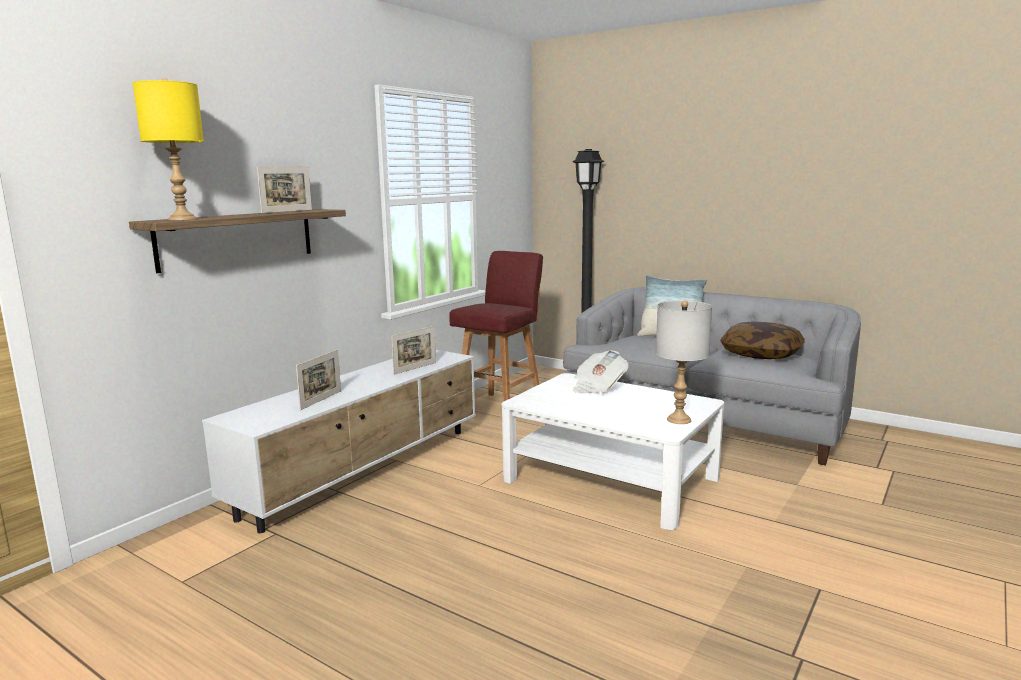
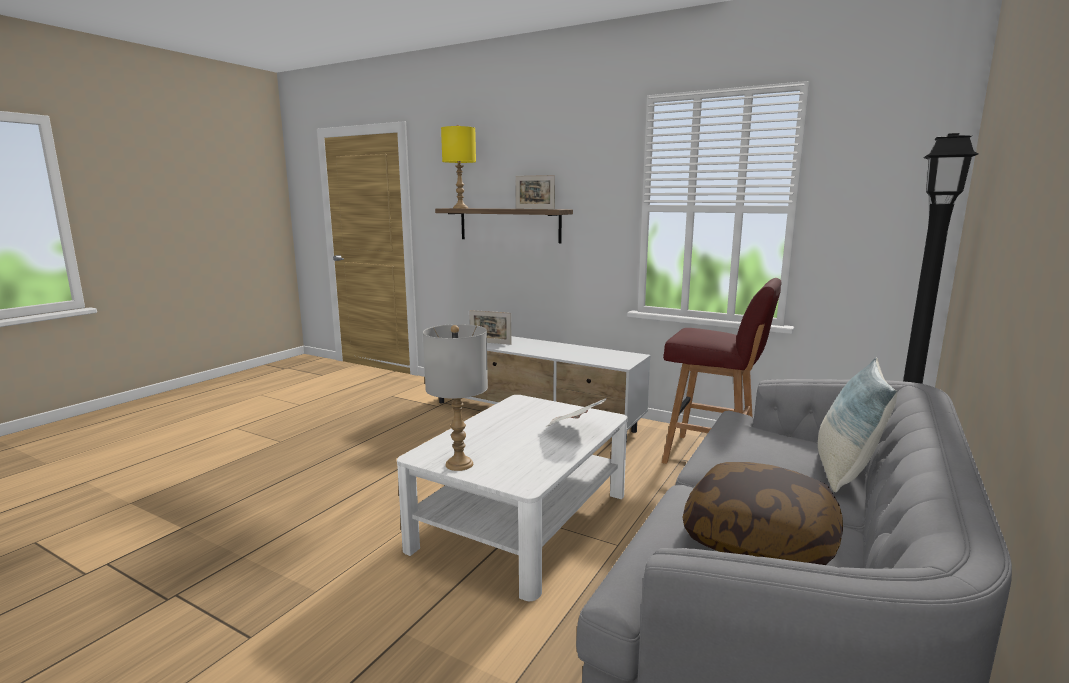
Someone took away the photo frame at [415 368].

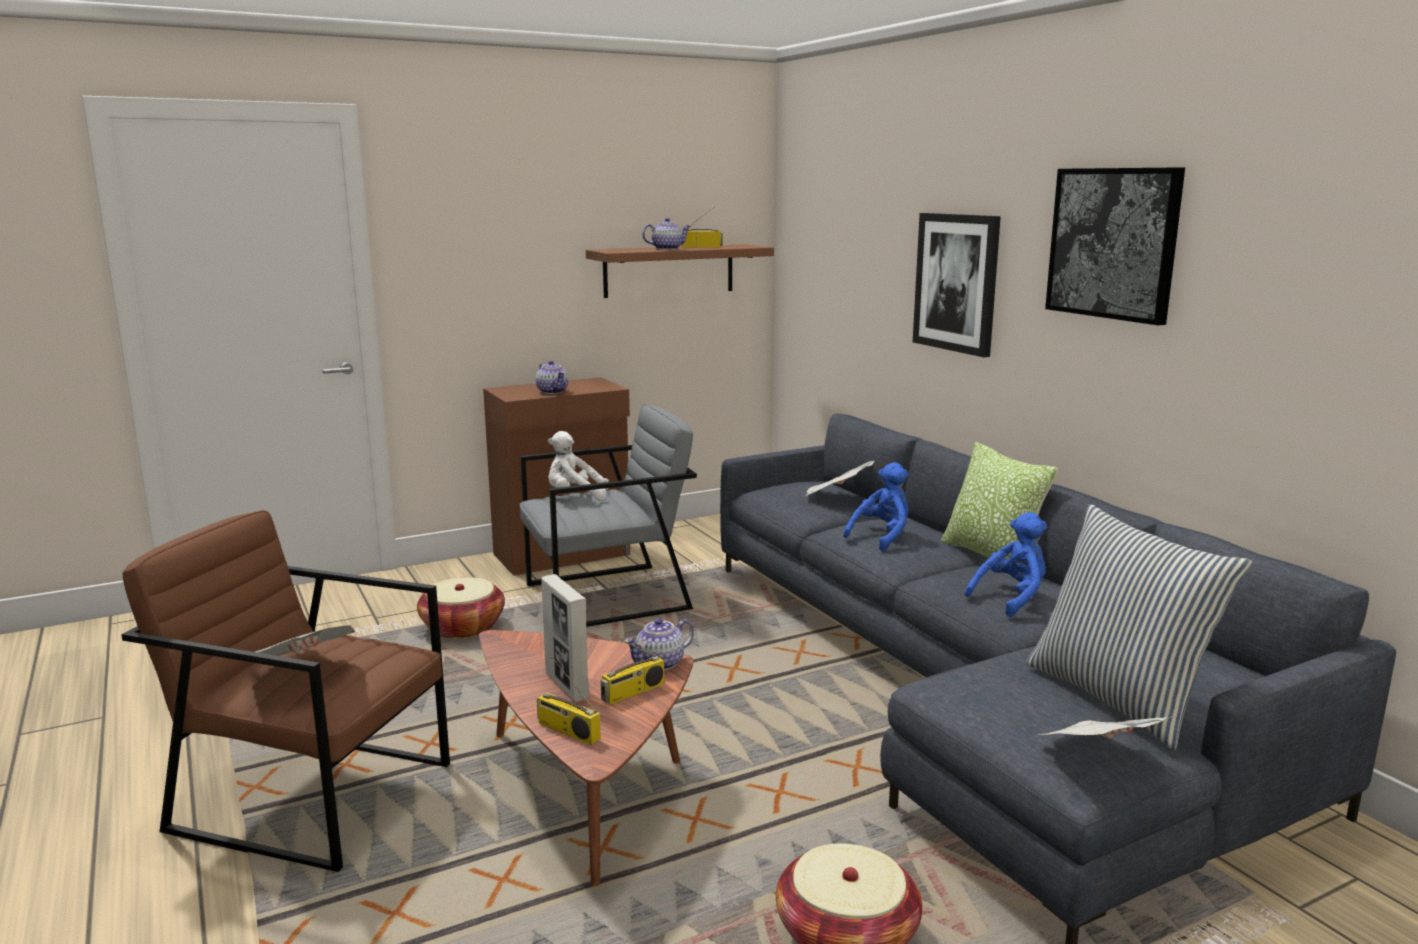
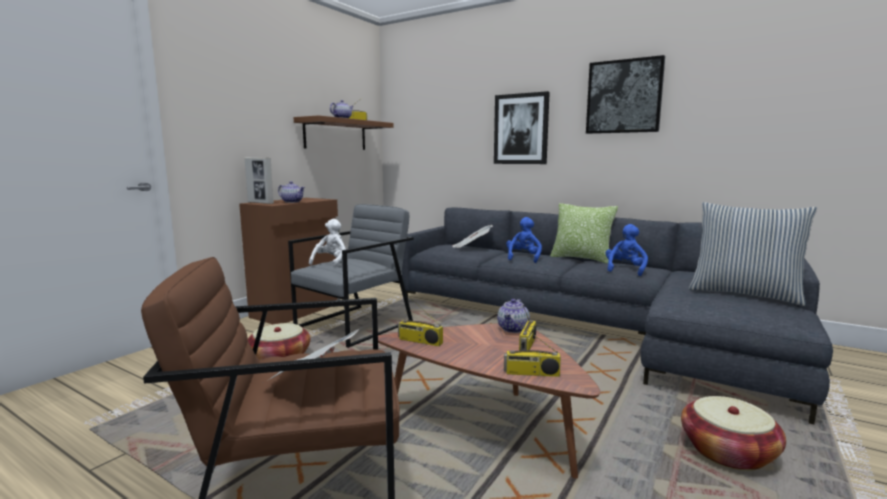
Someone carried the photo frame from [567 686] to [260 203]. Someone rotated the soft toy (whitish) at [575 496] by 135 degrees clockwise. Someone took away the daily paper at [1101 756]. Someone put down the radio set at [419 341].

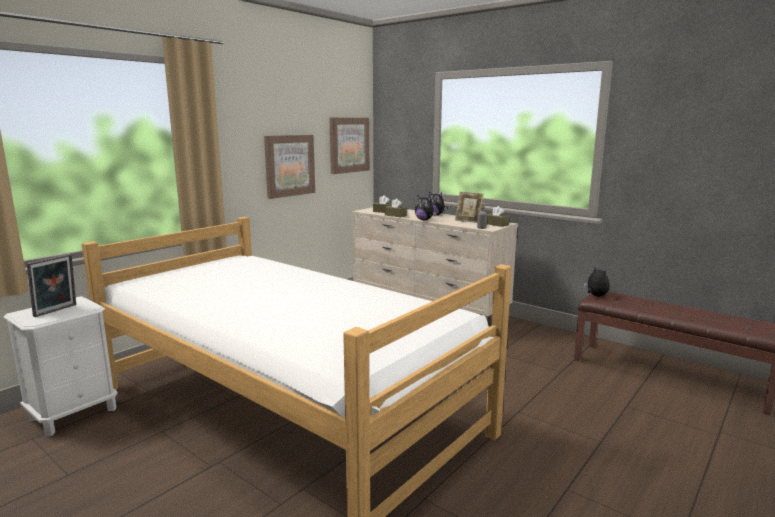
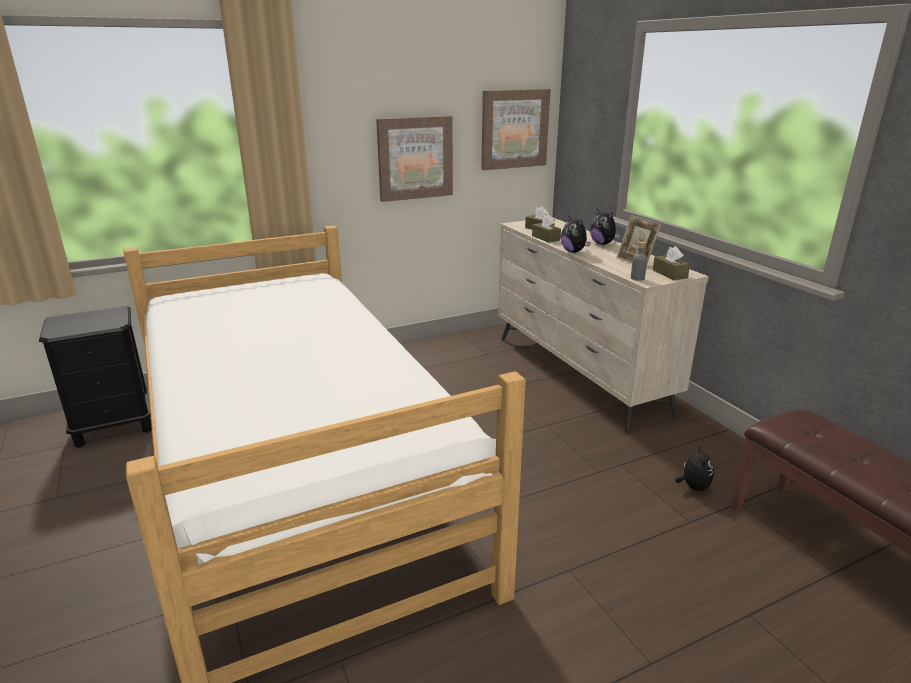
Someone repainted the bedside table (whitish) at [73 413], which became the bedside table (black-coloured) at [115 426]. Someone took away the photo frame at [57 311]. Someone carried the soft toy from [595 296] to [693 487].

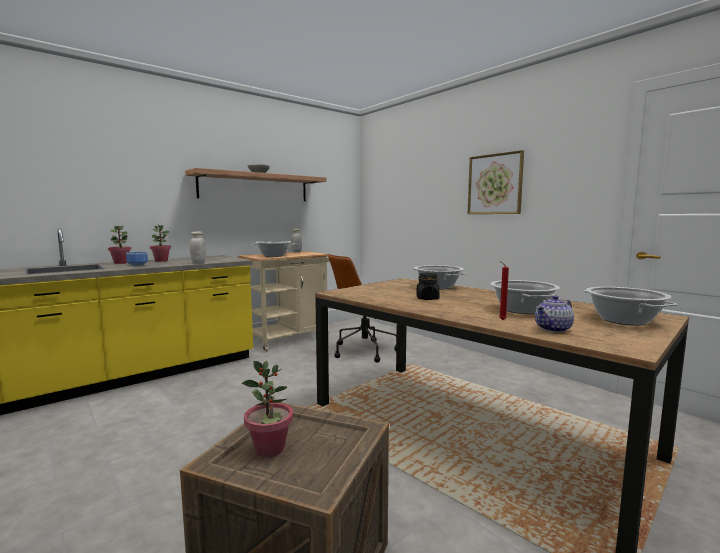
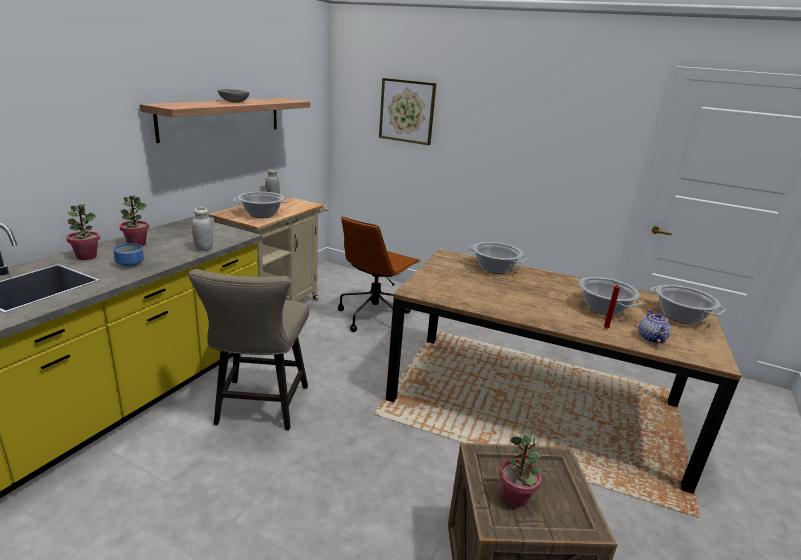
Someone took away the storage jar (black-coloured) at [427 298]. Someone carried the wall art from [495 184] to [407 111]. Someone rotated the pot for tea at [553 329] by 150 degrees clockwise. Someone put down the sitting stool (beige-coloured) at [259 409].

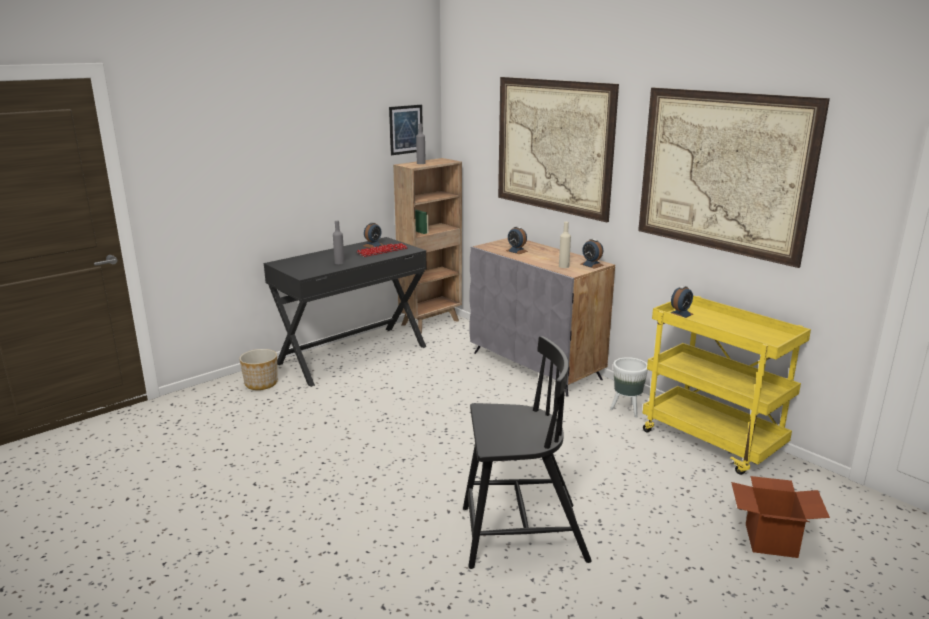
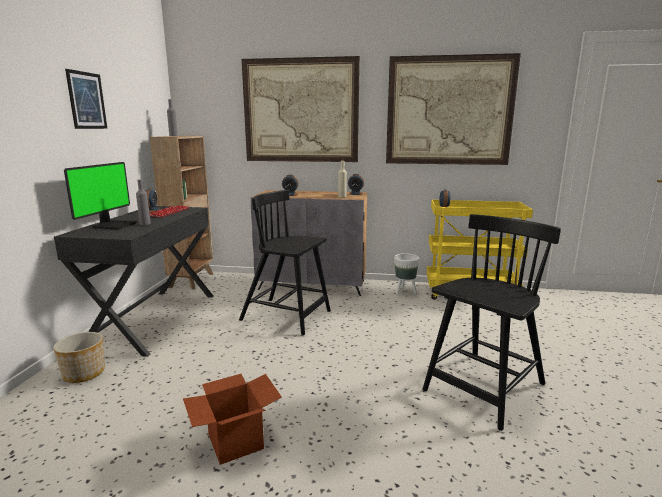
Someone carried the wall art from [406 129] to [87 100]. Someone carried the carton from [771 540] to [236 442]. Someone put down the monitor at [114 225]. Someone put down the chair (black-coloured) at [287 316].

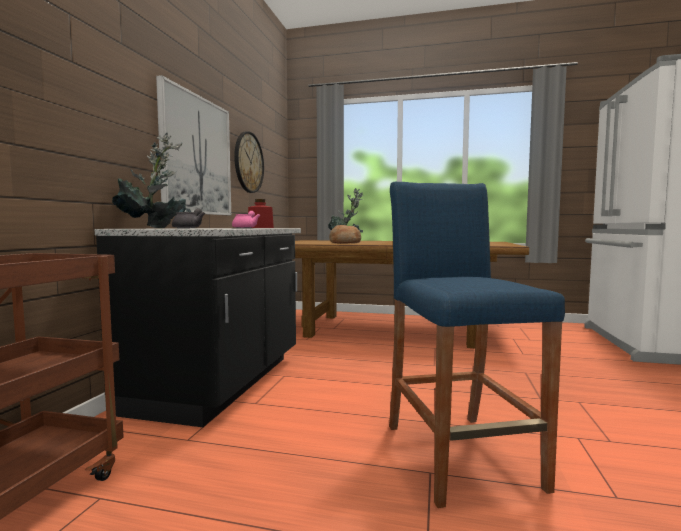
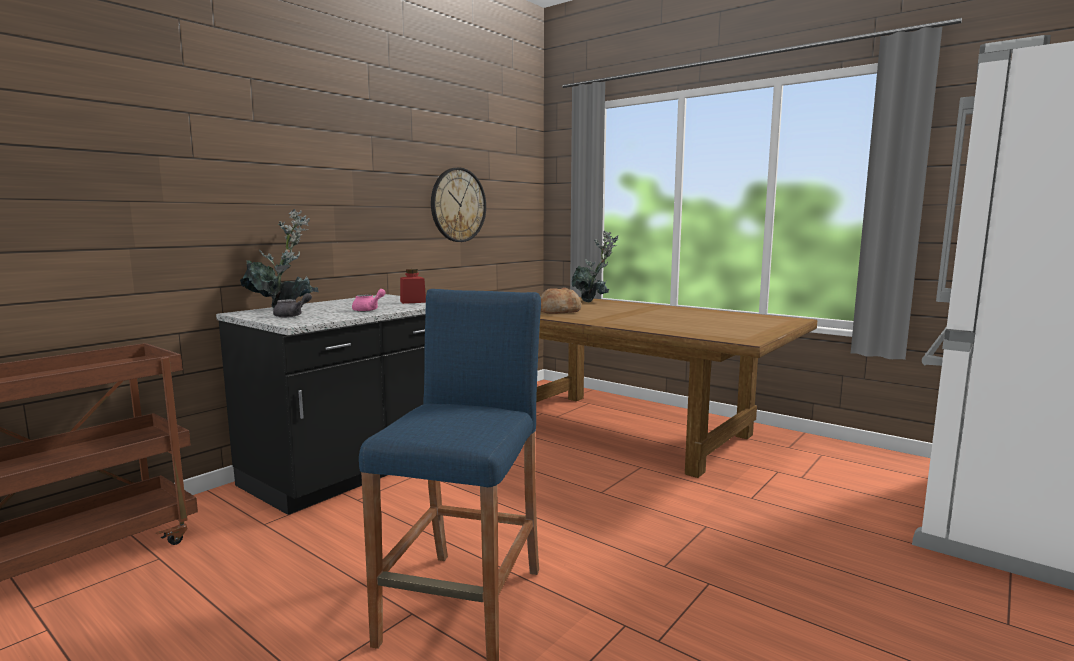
Someone took away the wall art at [196 155].

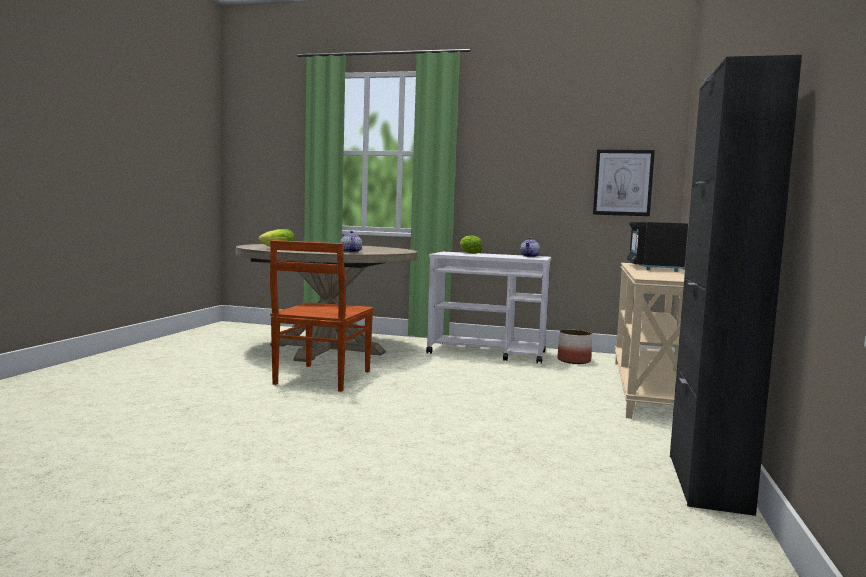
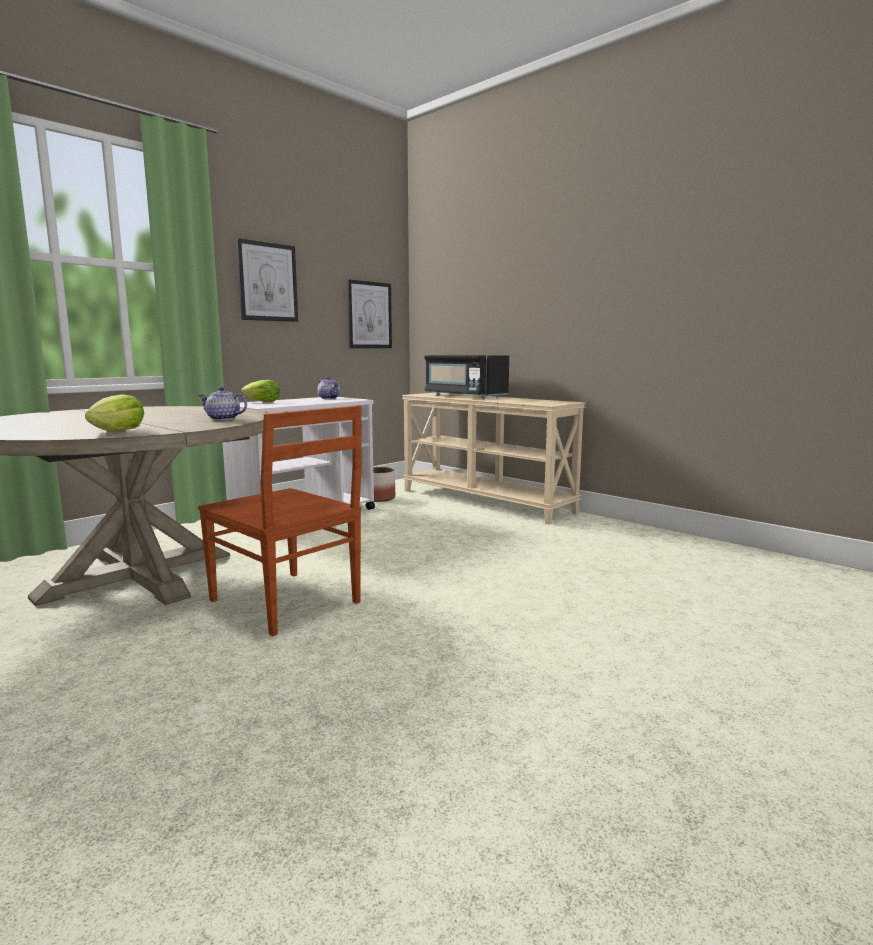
Someone took away the storage cabinet (black-coloured) at [708 482]. Someone put up the wall art at [267 282].

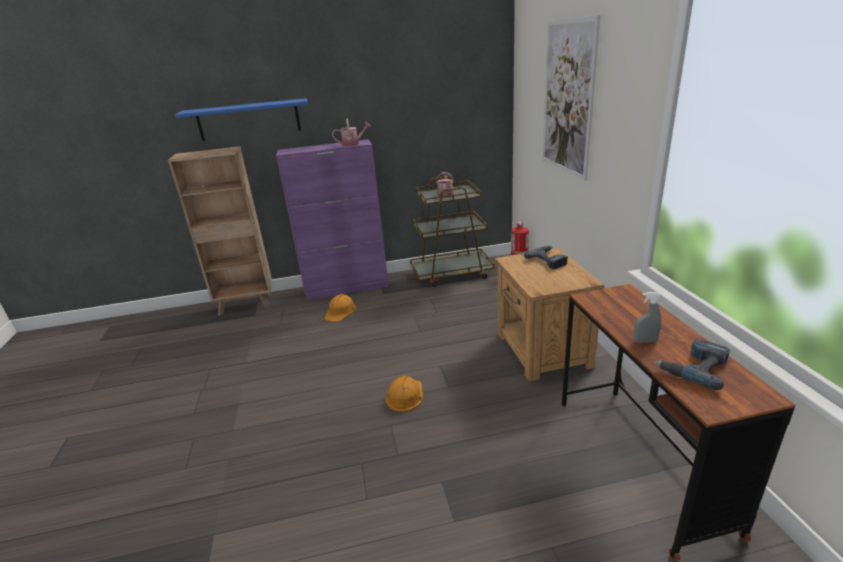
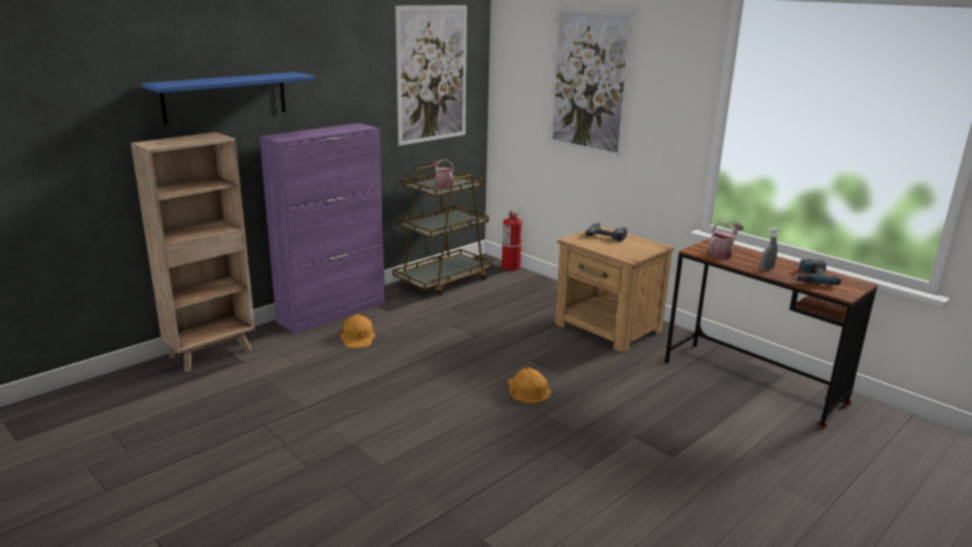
Someone carried the sprinkling can from [353 144] to [722 254]. Someone put up the wall art at [432 74].

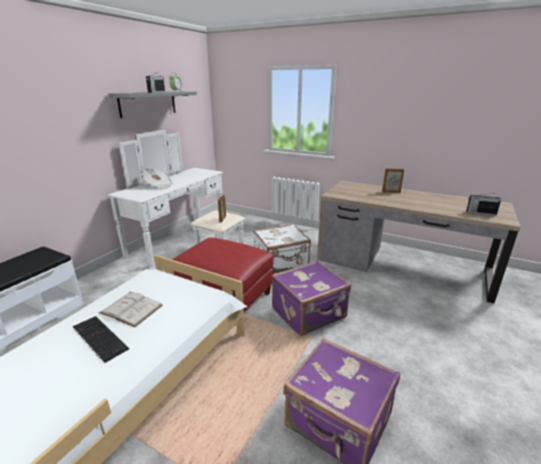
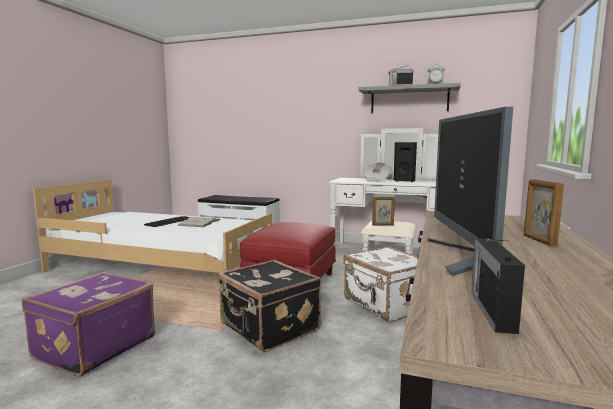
Someone repainted the piece of luggage (purple-coloured) at [309 314], which became the piece of luggage (black-coloured) at [268 328]. Someone put down the speaker (black-coloured) at [405 181]. Someone put down the monitor at [465 258].

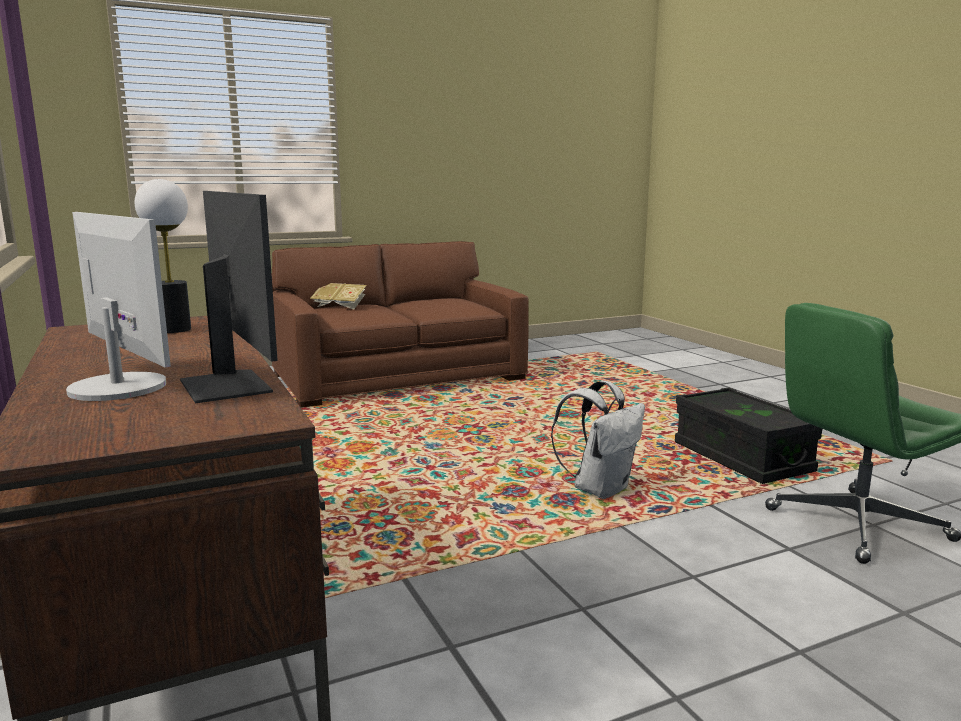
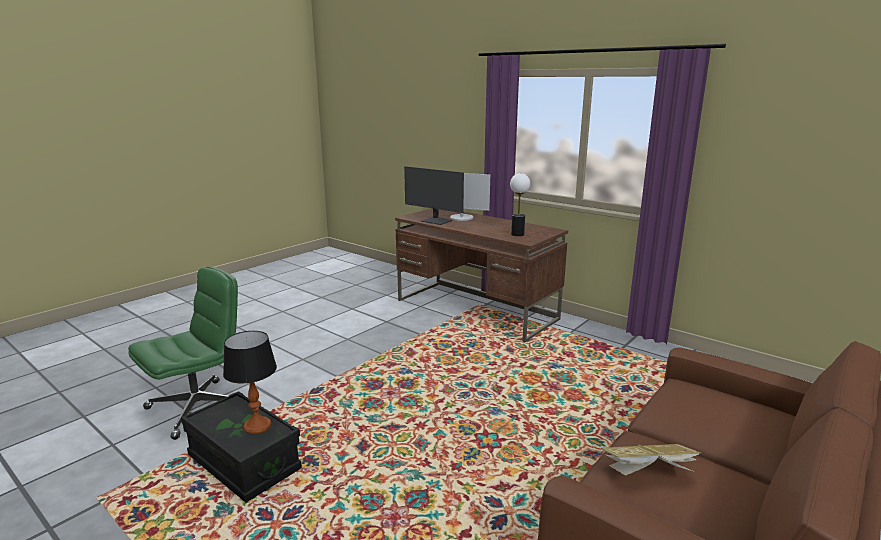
Someone carried the bound book from [340 306] to [647 473]. Someone took away the backpack (whitish) at [600 489]. Someone put down the lamp for a table at [257 426].

